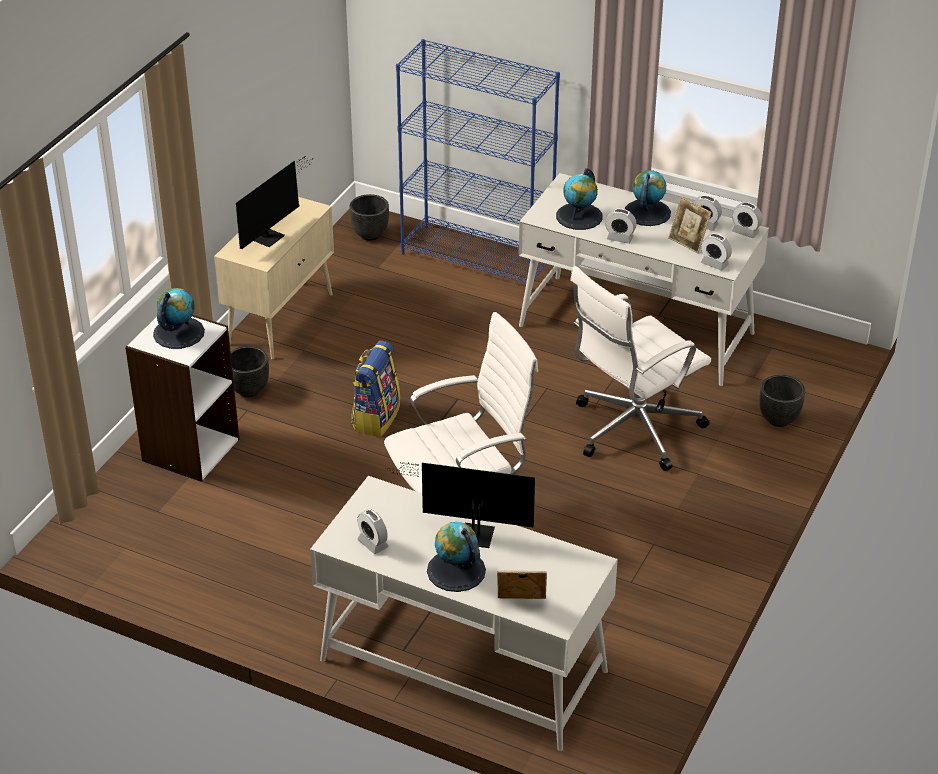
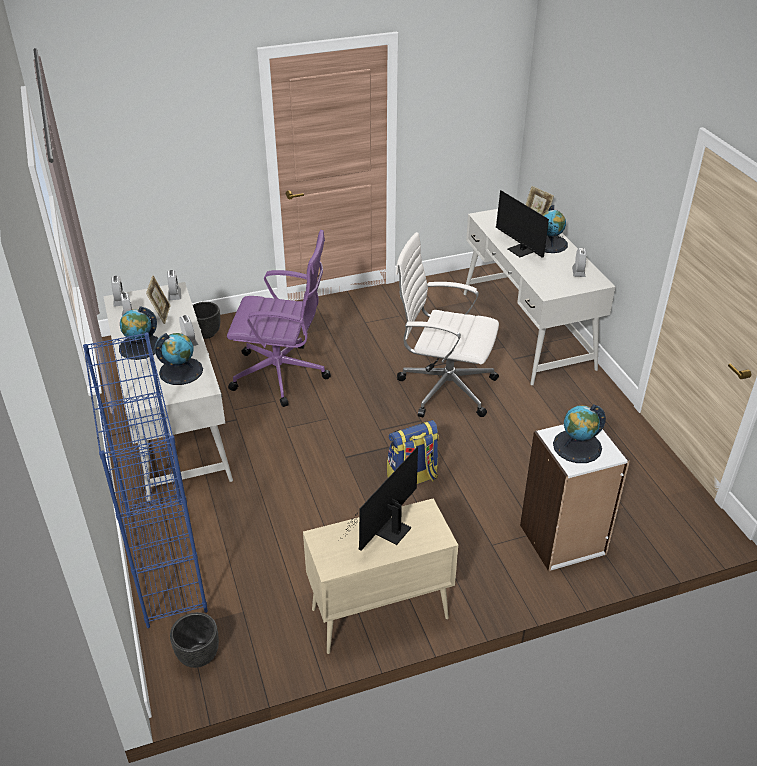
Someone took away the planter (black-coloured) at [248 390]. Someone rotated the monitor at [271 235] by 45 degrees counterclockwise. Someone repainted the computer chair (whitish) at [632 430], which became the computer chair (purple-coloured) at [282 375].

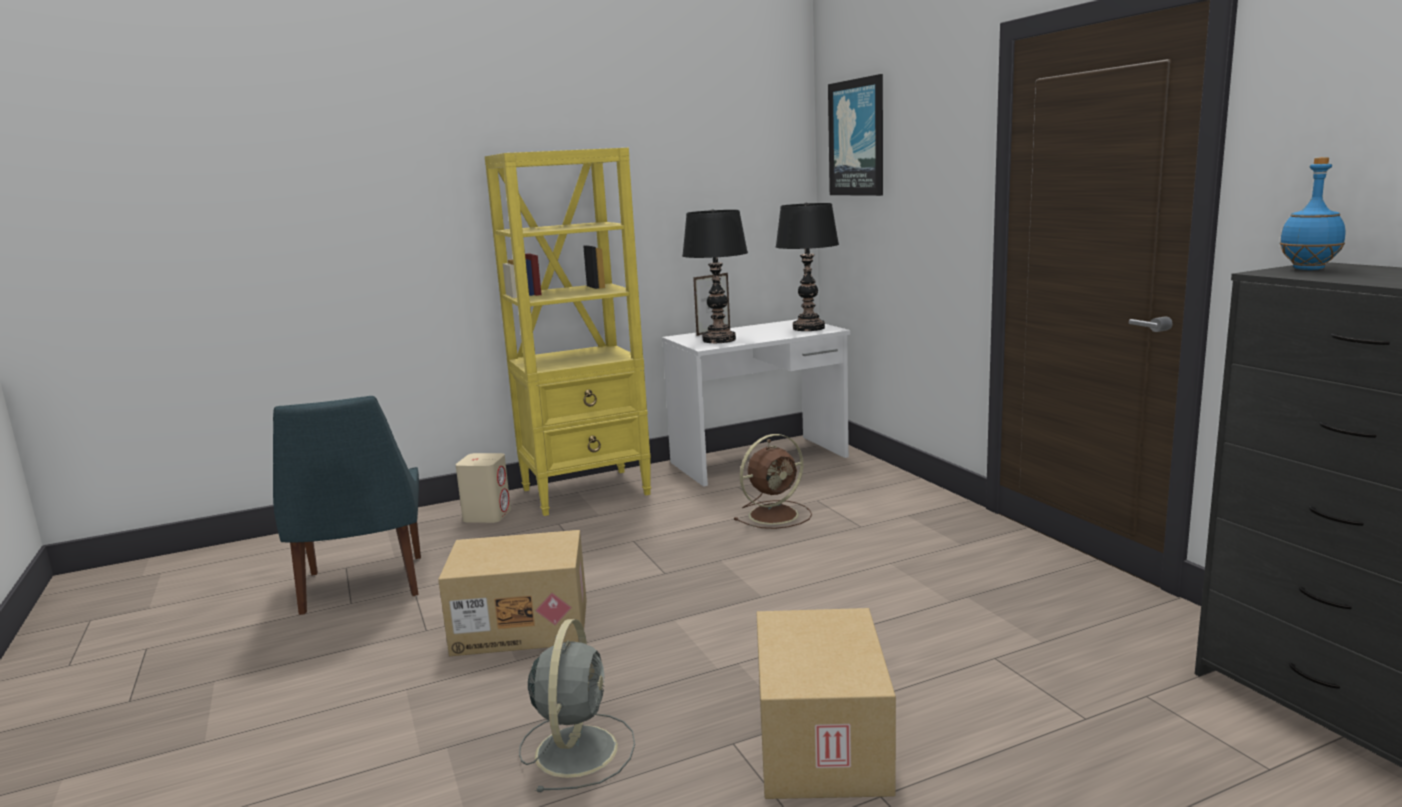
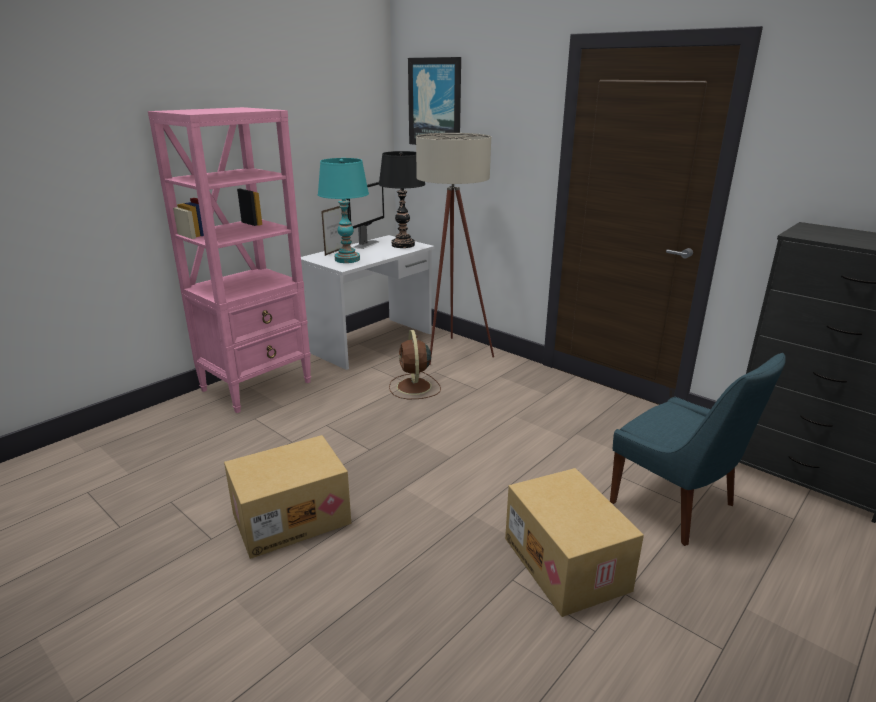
Someone carried the chair (blue) from [363 587] to [676 506]. Someone took away the speaker (beige-coloured) at [487 515]. Someone repainted the bookcase (yellow) at [587 492], which became the bookcase (pink) at [258 385]. Someone took away the electric fan (gray) at [577 748]. Someone repainted the lamp for a table (black-coloured) at [719 340], which became the lamp for a table (blue-green) at [347 259]. Someone rotated the electric fan (brown-coloured) at [775 514] by 135 degrees clockwise. Someone took away the beverage bottle (blue) at [1309 269]. Someone put down the monitor at [366 244]. Someone put down the standing lamp (beige-coloured) at [451 355].

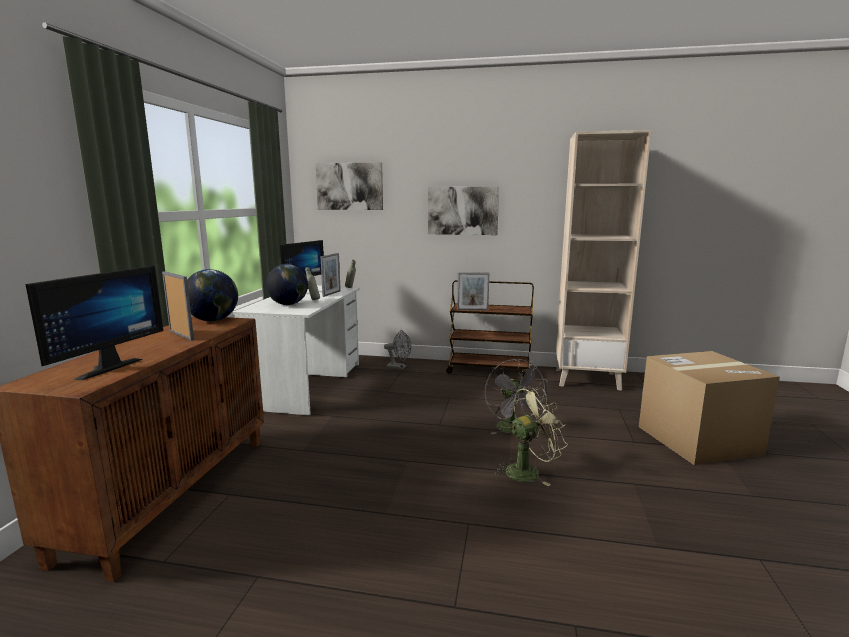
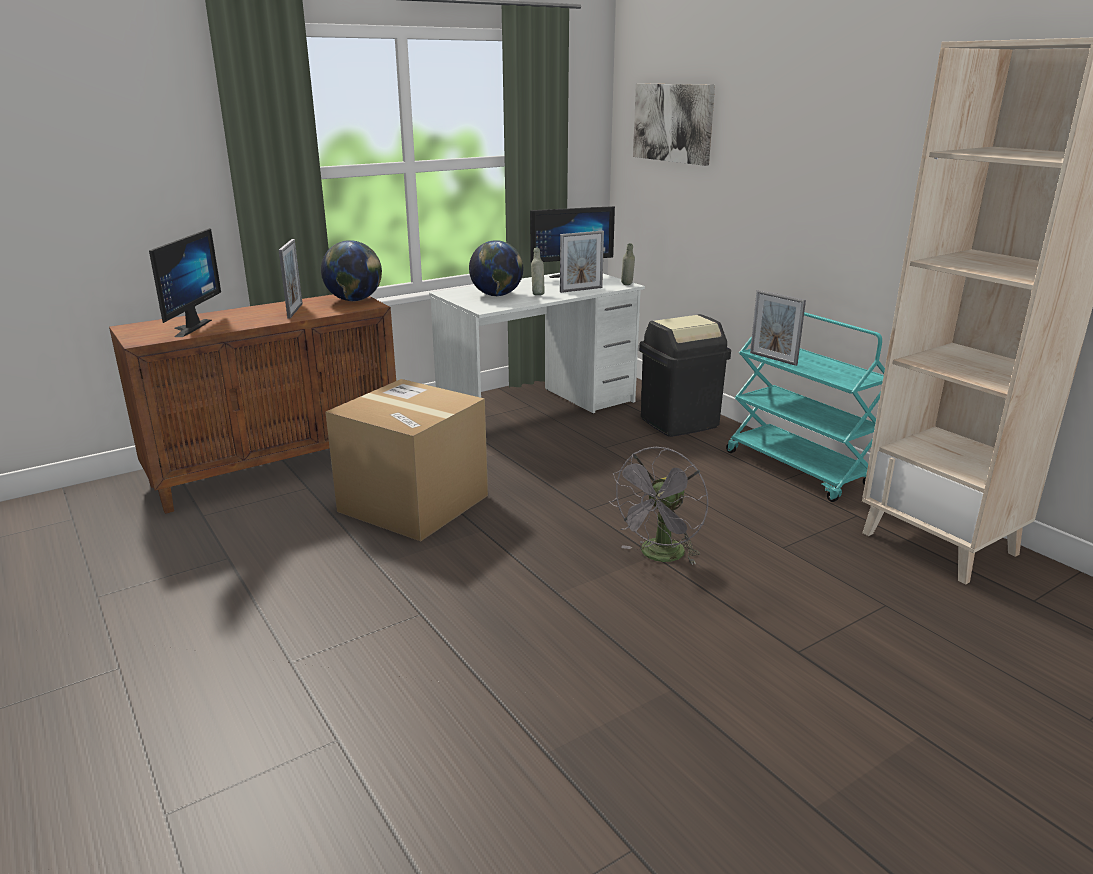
Someone rotated the monitor at [104 368] by 60 degrees counterclockwise. Someone swapped the electric fan (gray) at [399 367] for the waste bin (black-coloured) at [679 422]. Someone took away the wall art at [463 210]. Someone repainted the wheeled cart (brown-coloured) at [489 370], which became the wheeled cart (blue-green) at [798 469]. Someone took away the electric fan (green-coloured) at [528 471]. Someone carried the carton from [698 440] to [413 503].

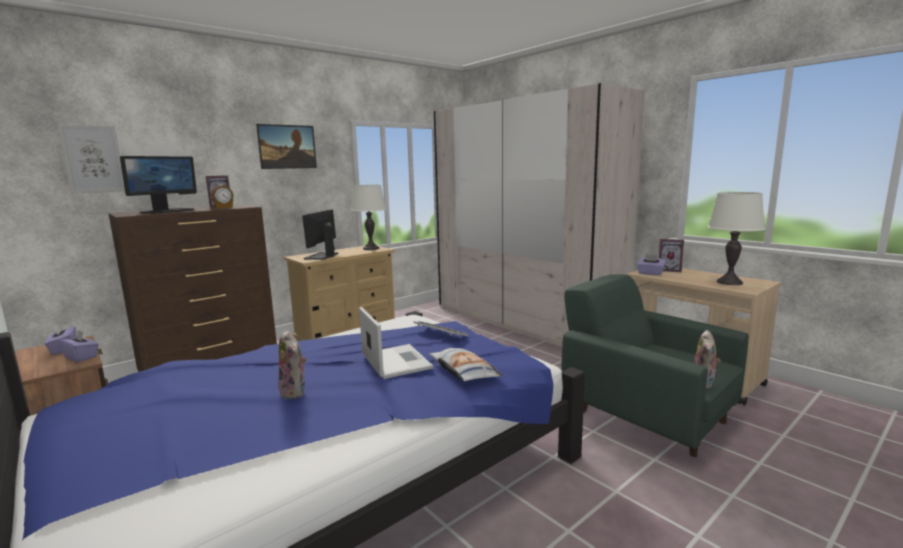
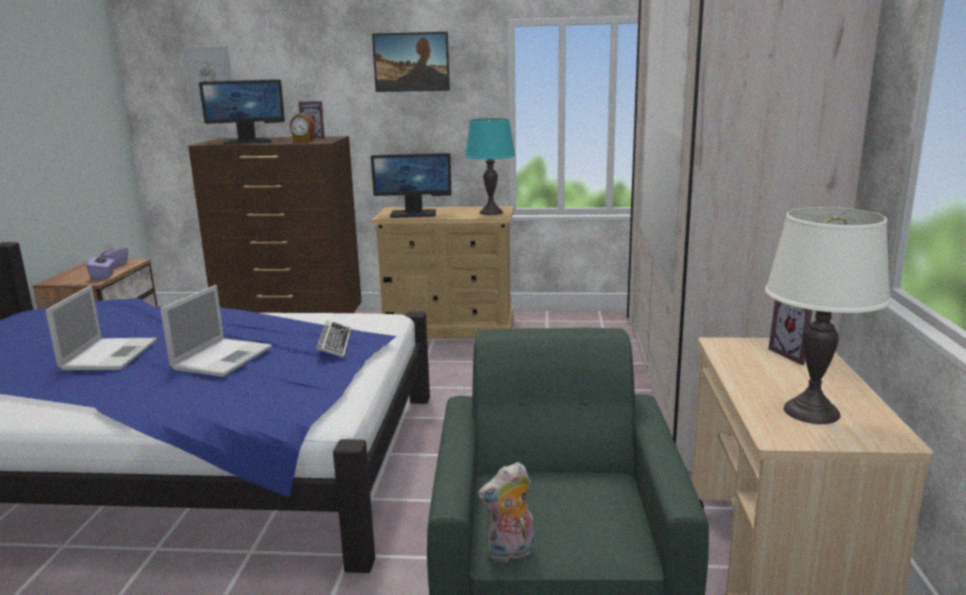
Someone swapped the soft toy at [295 392] for the notebook computer at [110 354]. Someone rotated the monitor at [322 256] by 150 degrees counterclockwise. Someone repainted the lamp for a table (whitish) at [371 248], which became the lamp for a table (blue-green) at [491 212]. Someone took away the pillow at [463 371]. Someone took away the box of tissues (purple-coloured) at [650 273].

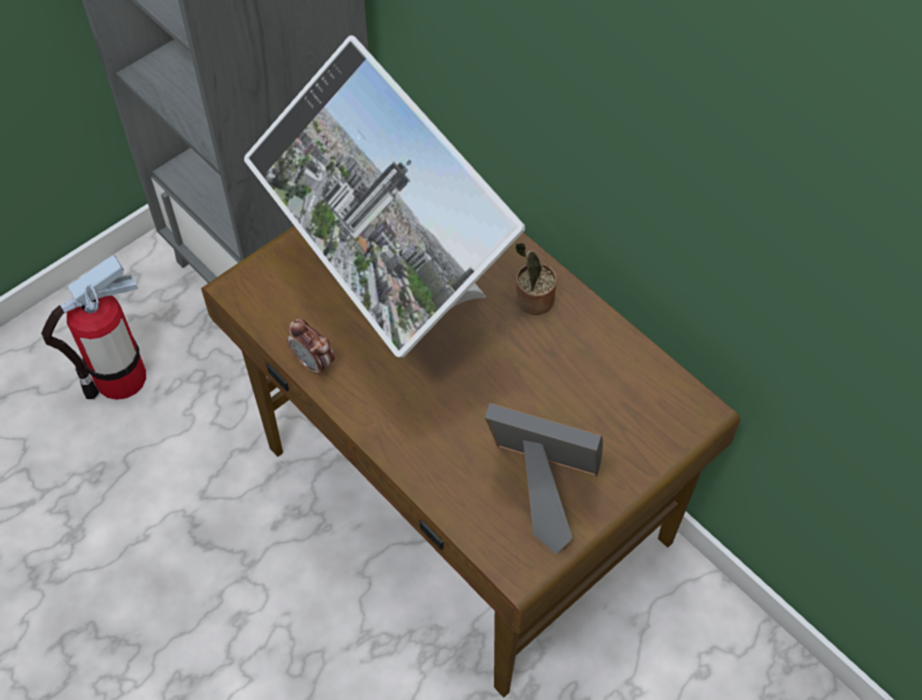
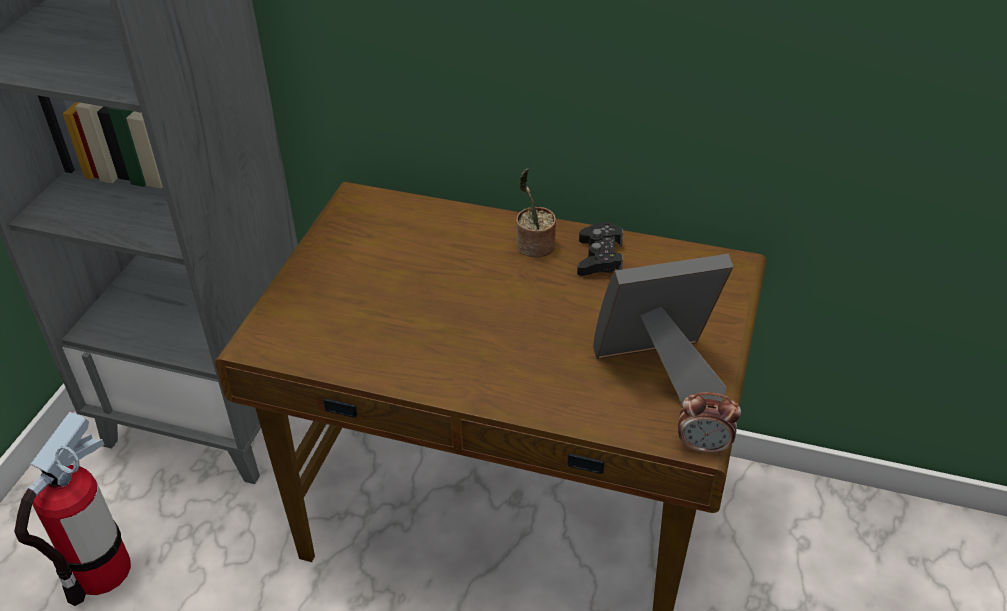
Someone took away the monitor at [390 299]. Someone carried the bedside clock from [314 363] to [704 447]. Someone put down the joypad (black-coloured) at [599 257].

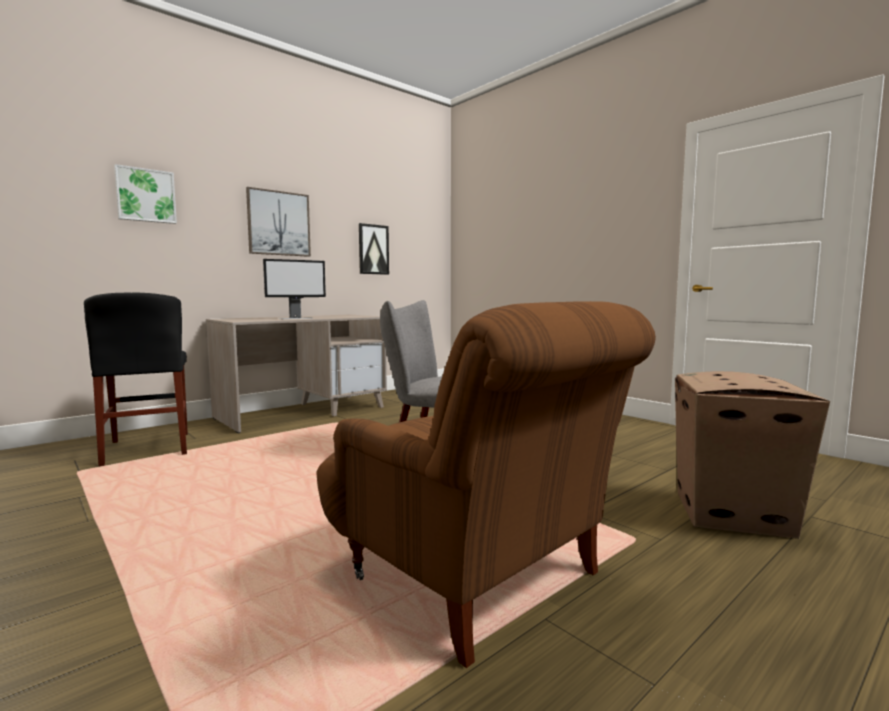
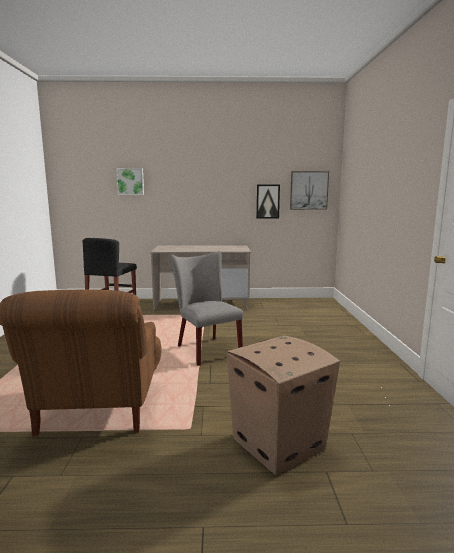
Someone carried the wall art from [278 223] to [309 190]. Someone took away the monitor at [296 318].

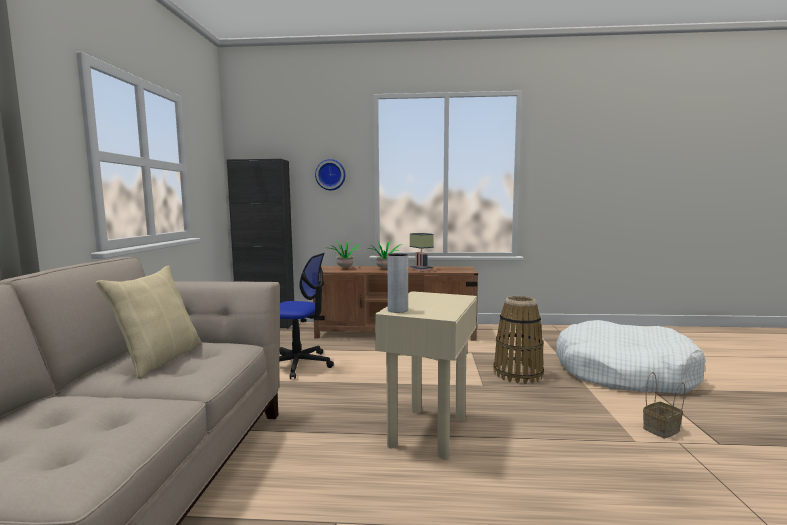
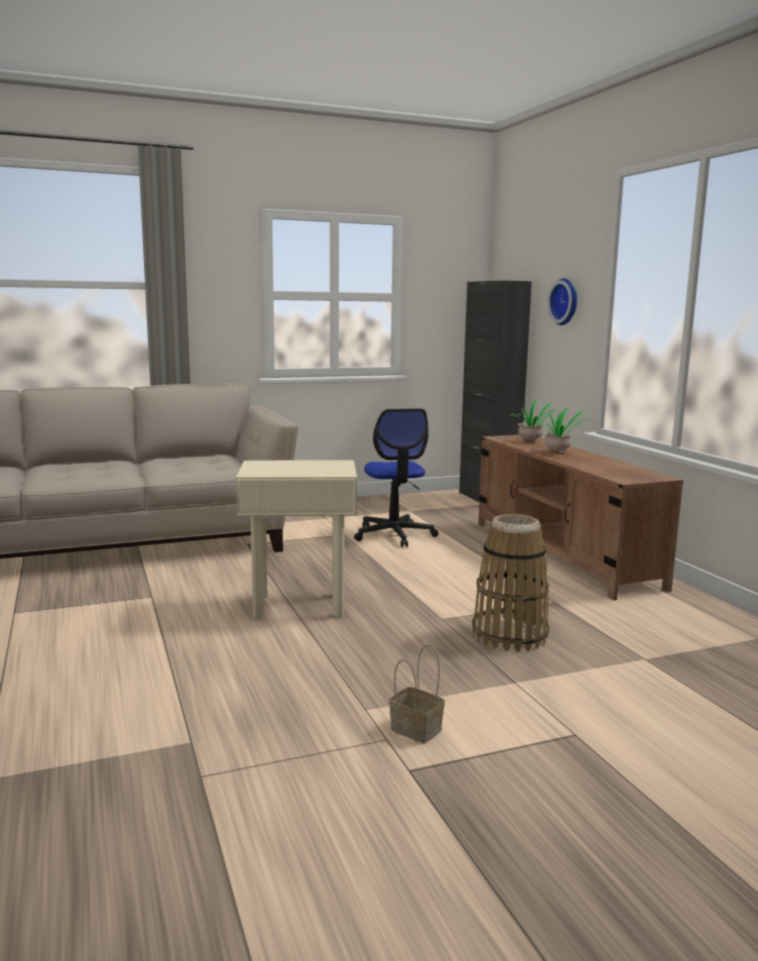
Someone took away the pillow (beige-coloured) at [159 359]. Someone took away the vase (gray) at [397 310]. Someone took away the lamp for a table at [420 269]. Someone took away the dog bed (whitish) at [623 372].

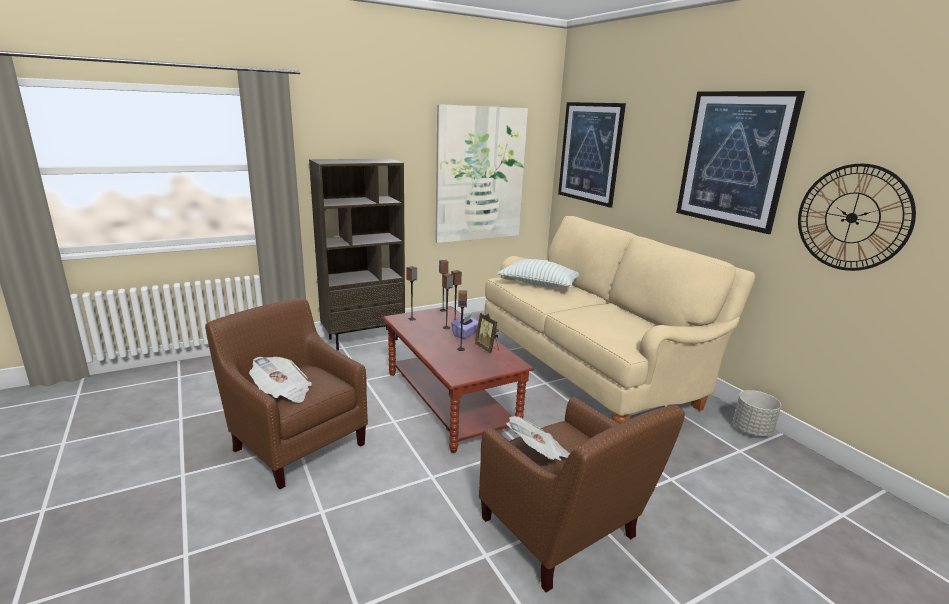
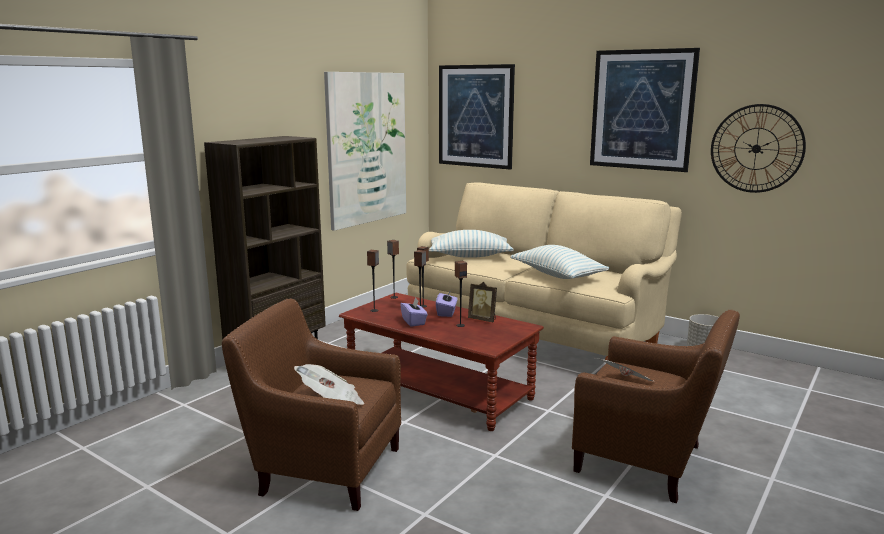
Someone put down the box of tissues (purple-coloured) at [414 322]. Someone put down the pillow at [557 275].

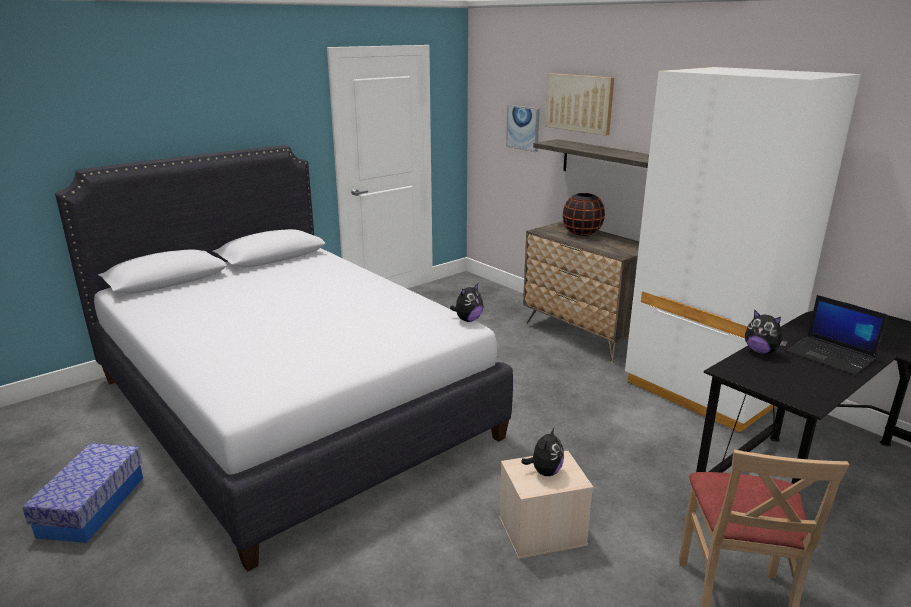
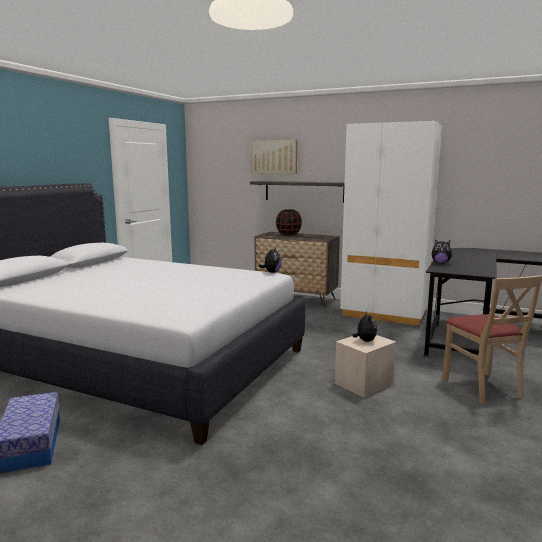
Someone took away the wall art at [523 128]. Someone took away the notebook computer at [831 356].

